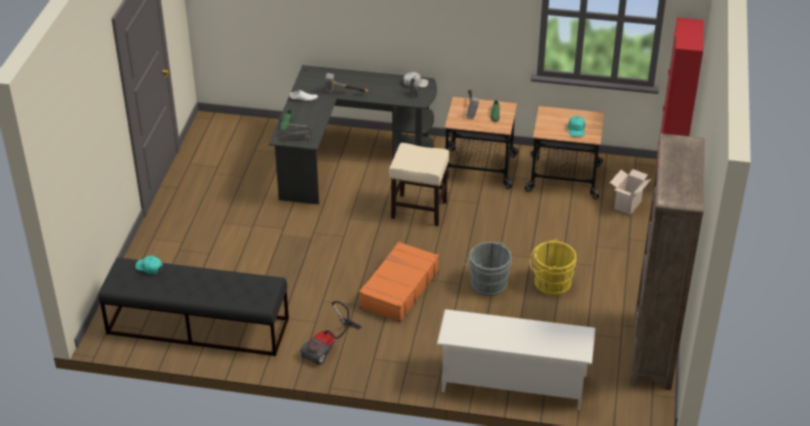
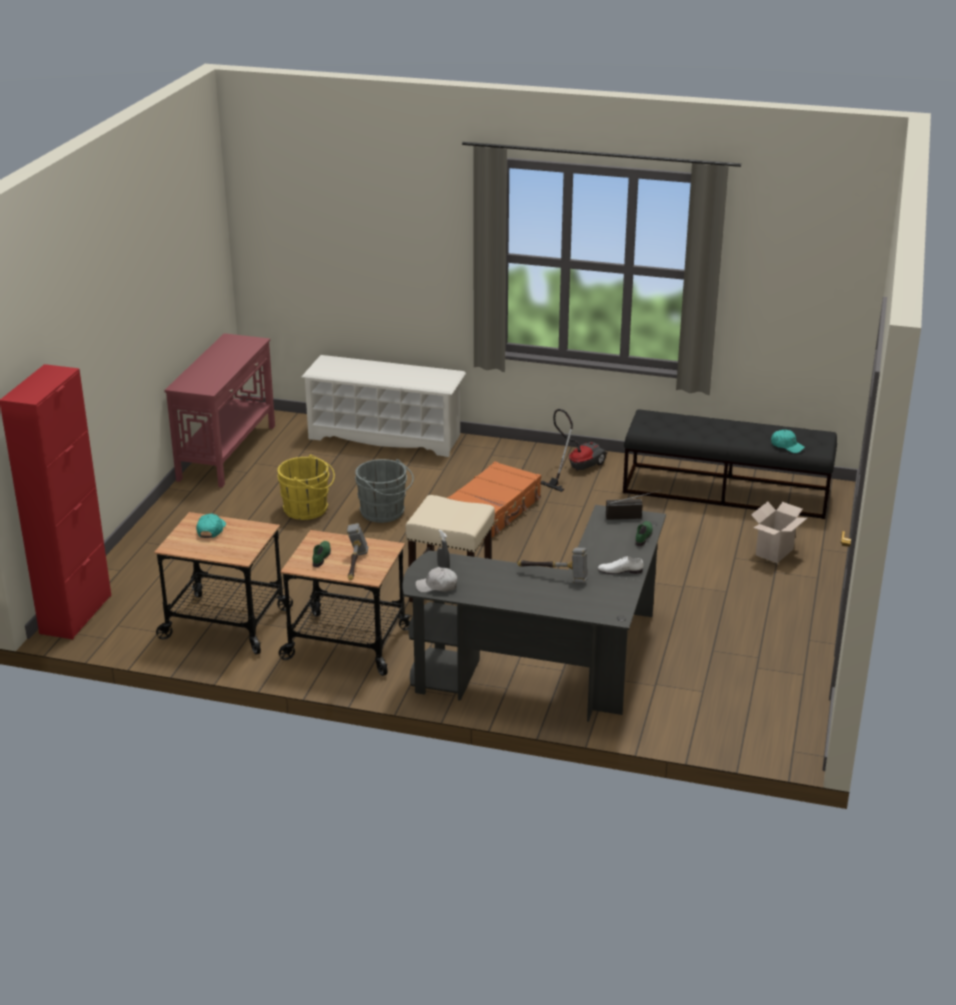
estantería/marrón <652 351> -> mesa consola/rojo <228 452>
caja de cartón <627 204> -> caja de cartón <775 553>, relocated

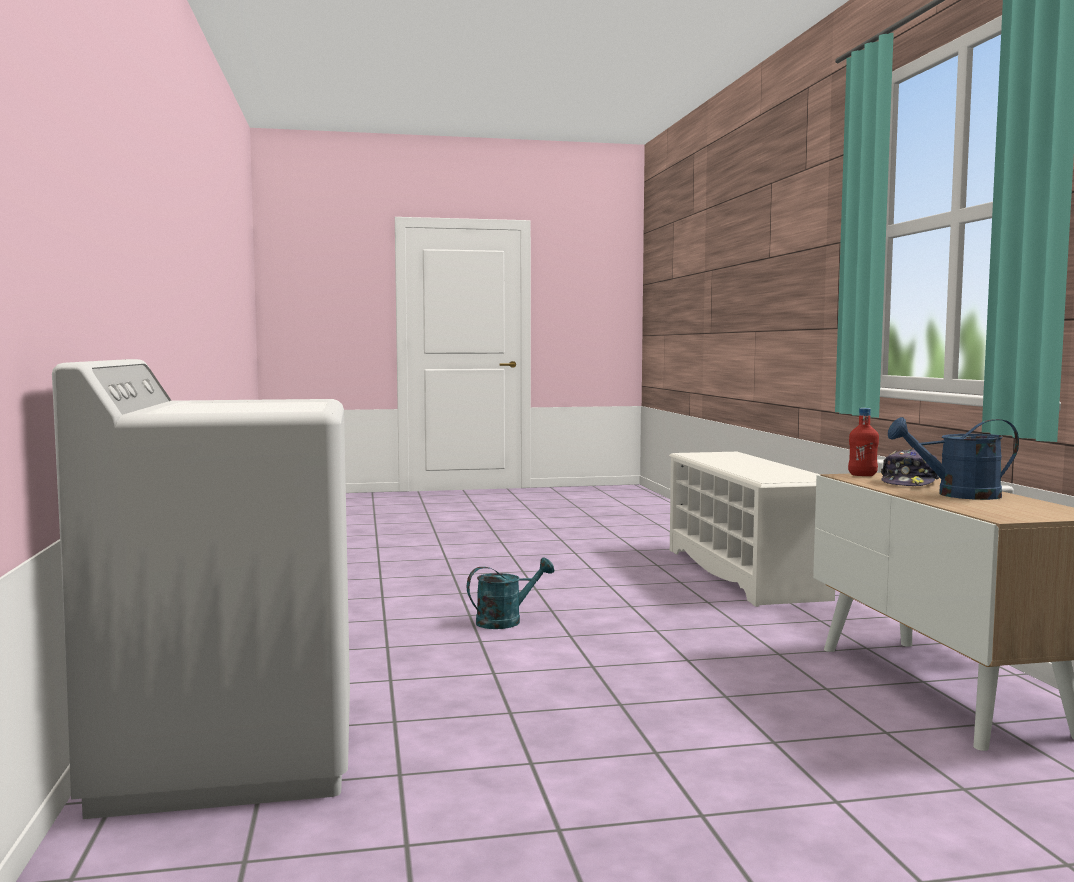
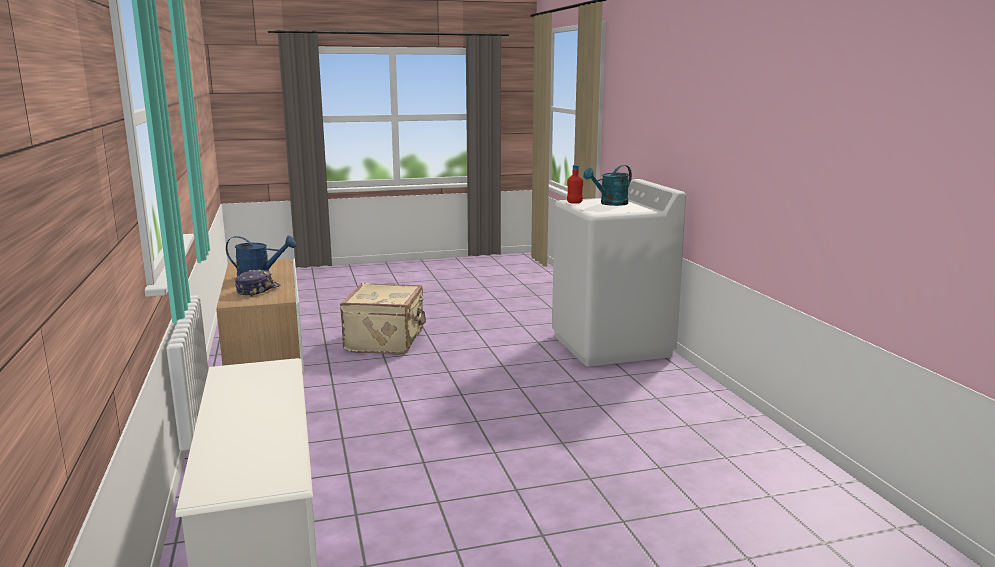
botella/rojo <862 475> -> botella/rojo <574 203>, relocated
regadera/turquesa <506 621> -> regadera/turquesa <610 204>, relocated
none -> maleta/beis <386 341>

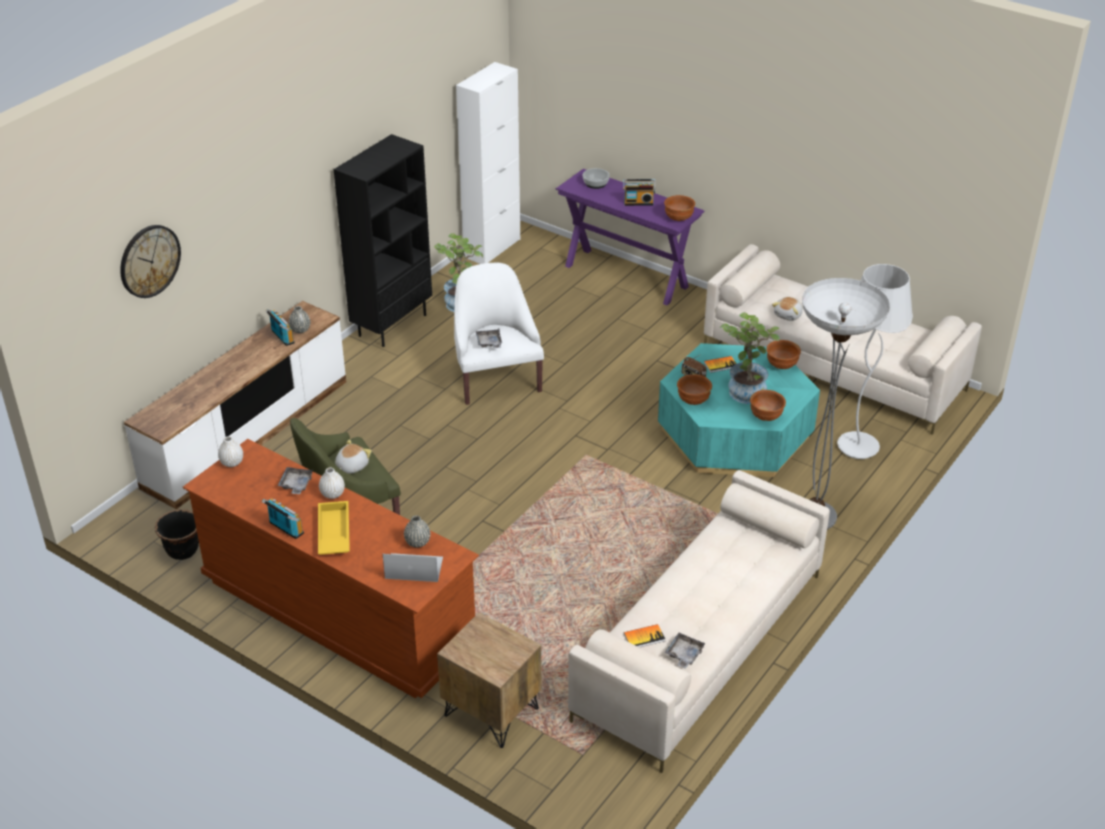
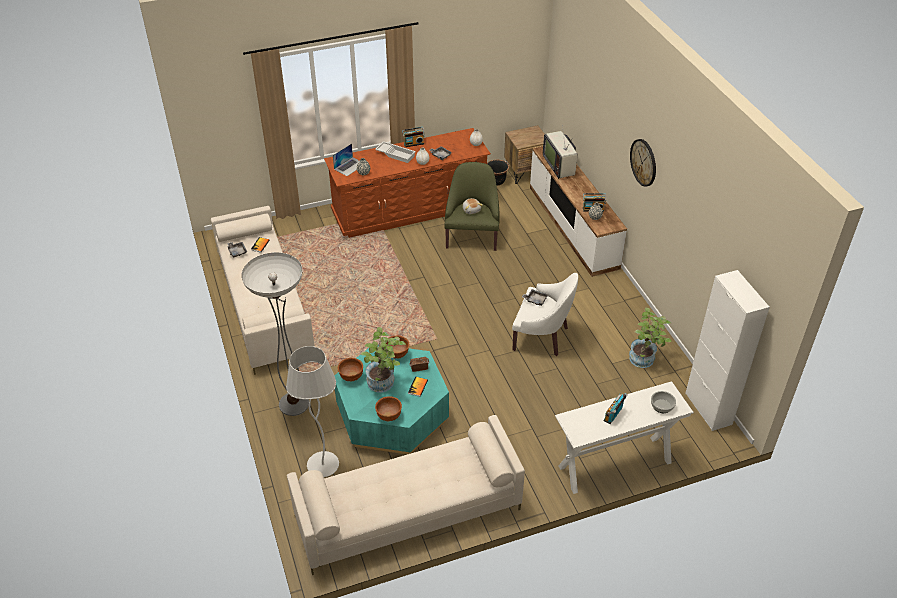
estantería/negro <392 325> -> none
mesa consola/morado <626 276> -> mesa consola/blanco <614 464>
cuenco/marrón <678 218> -> none
reloj de pared <149 261> -> reloj de pared <643 162>, relocated
peluche <788 315> -> none
bandeja/amarillo <333 533> -> bandeja/blanco <396 154>
mesita de noche/marrón <490 712> -> mesita de noche/marrón <525 172>, relocated
none -> televisor <560 166>

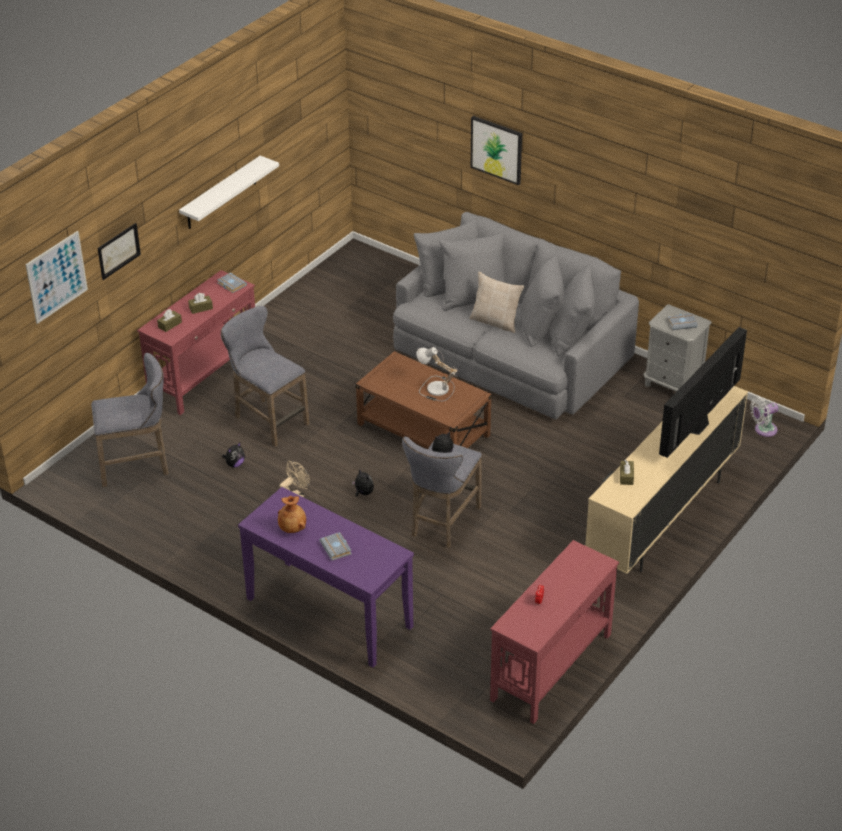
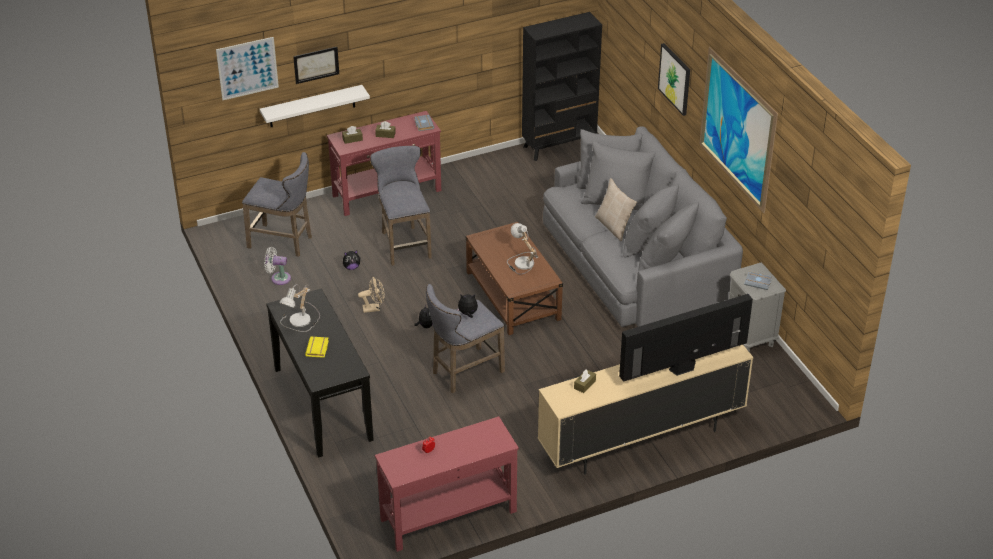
estante/blanco <221 193> -> estante/blanco <312 106>, relocated
ventilador/blanco <763 430> -> ventilador/blanco <278 278>, relocated
mesa consola/morado <328 613> -> mesa consola/negro <322 404>
florero/marrón <293 528> -> lámpara de mesa <301 321>
libro/gris <337 548> -> libro/amarillo <318 349>
none -> estantería/negro <559 146>
none -> cuadro <737 129>

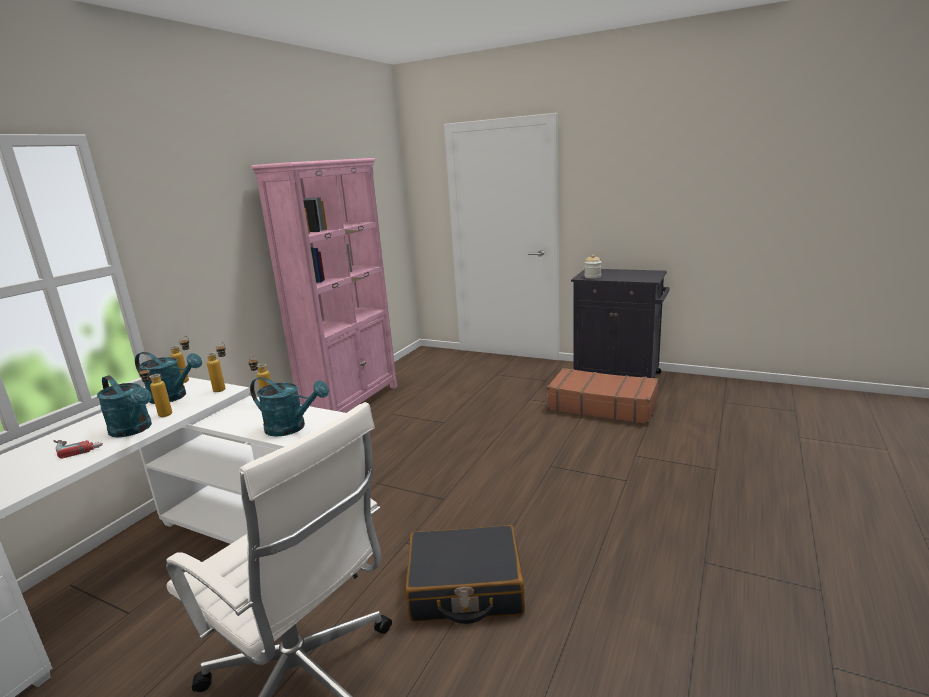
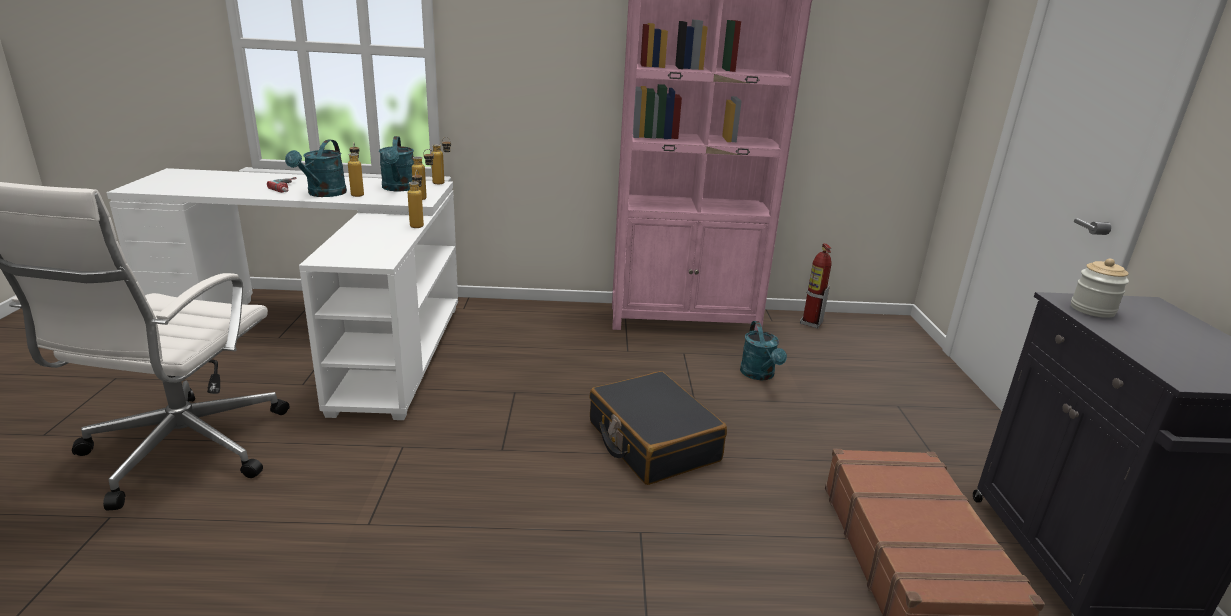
regadera/turquesa <292 428> -> regadera/turquesa <759 375>, relocated
maleta/negro <465 587> -> maleta/negro <652 441>, relocated
none -> extintor <810 323>

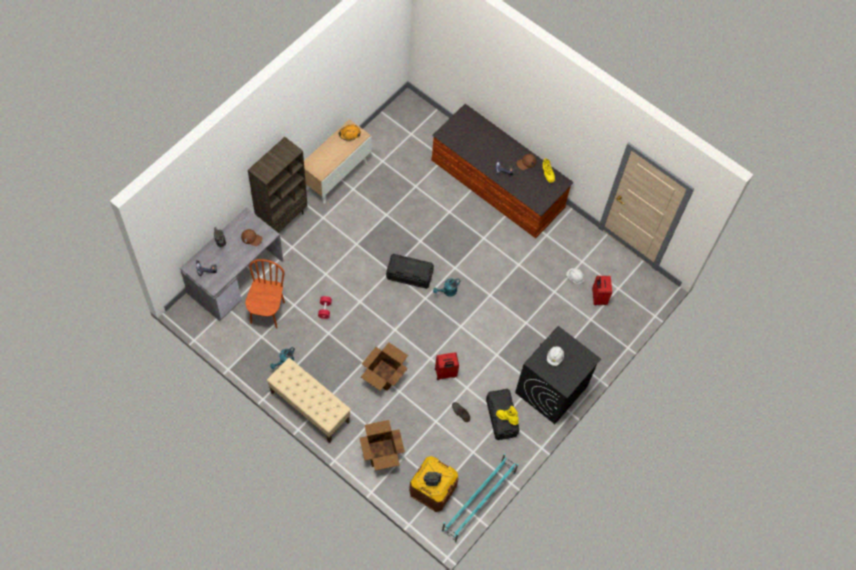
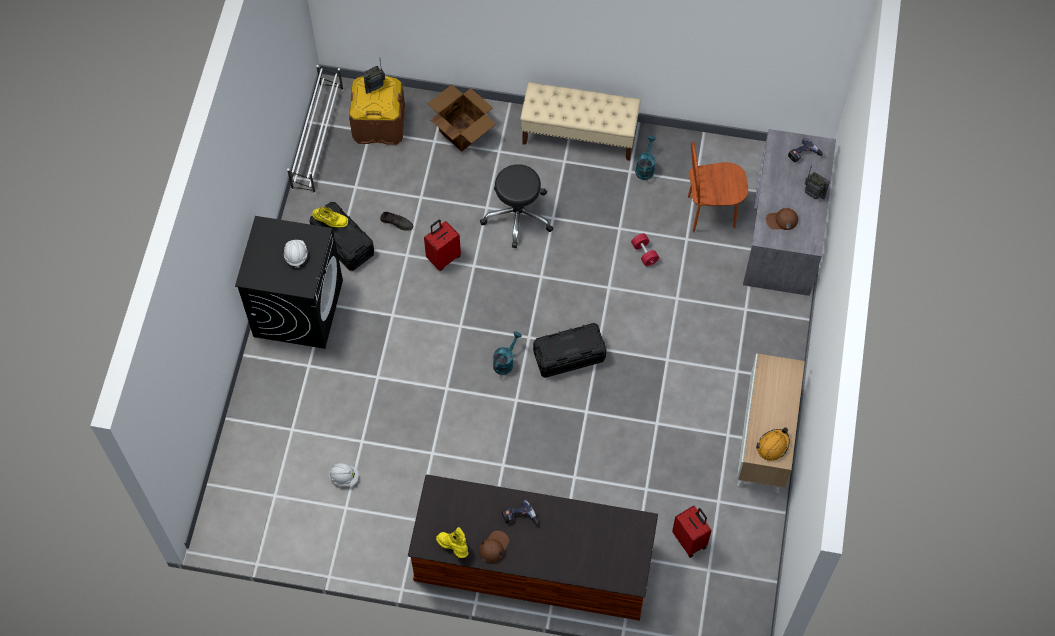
estantería/marrón <282 220> -> none
silla/marrón <267 312> -> silla/marrón <711 212>, 105 degrees clockwise
maleta/rojo <598 297> -> maleta/rojo <690 540>, relocated
caja de cartón <383 375> -> taburete/negro <517 215>
zapatero/turquesa <478 501> -> zapatero/blanco <318 138>

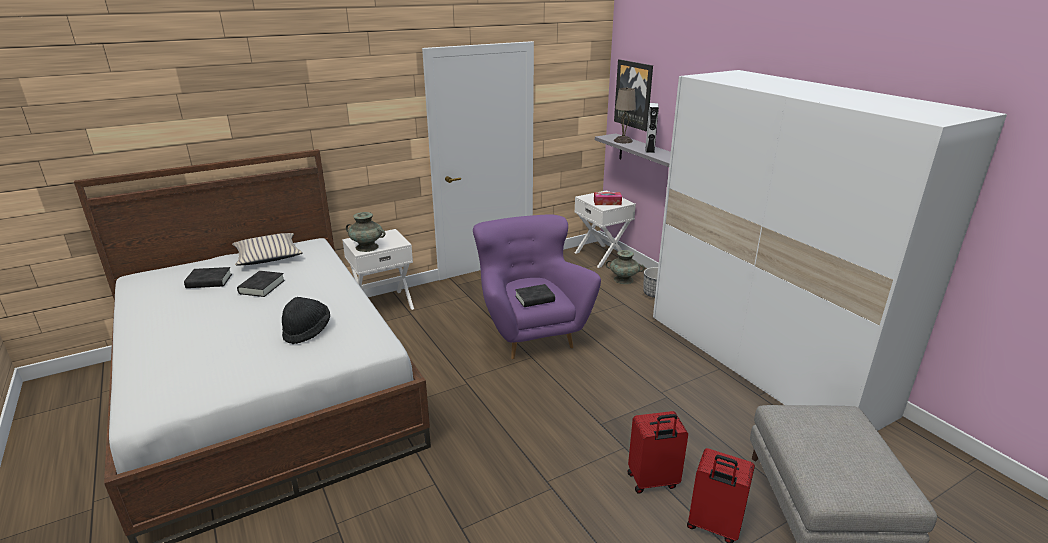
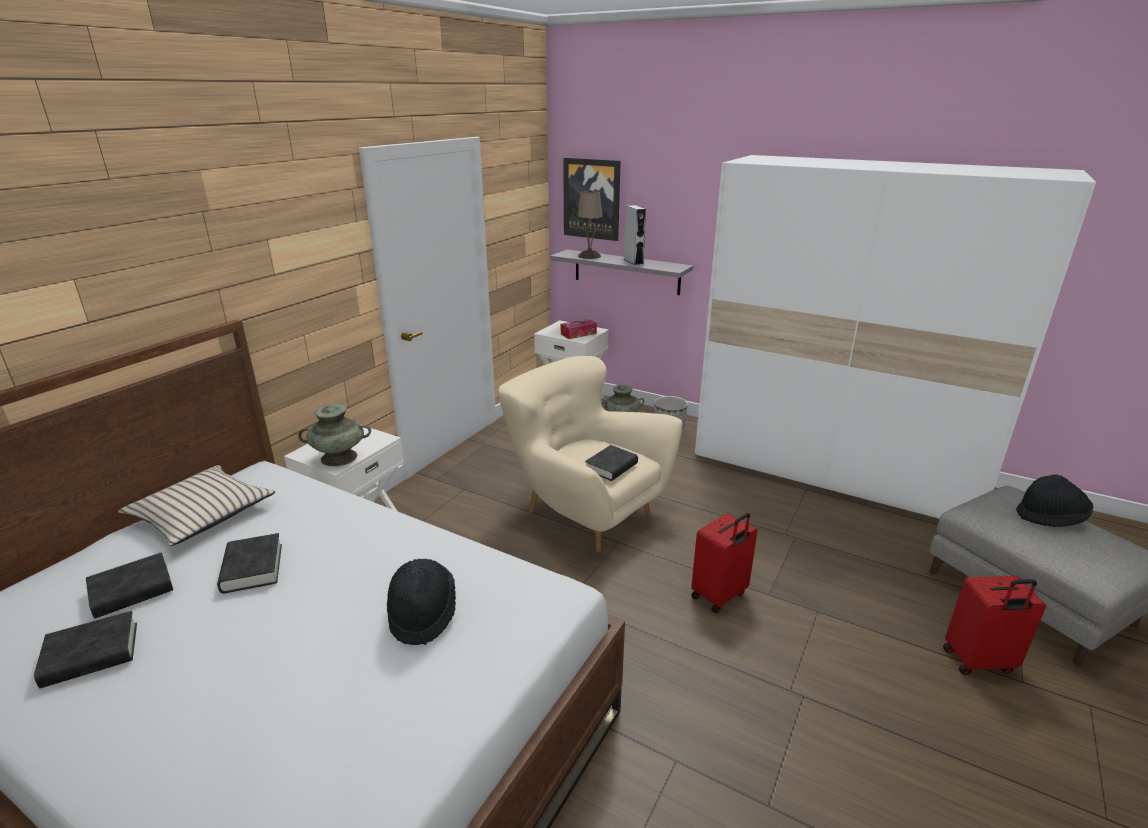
sillón/morado <530 332> -> sillón/beis <585 512>
maleta/rojo <652 481> -> maleta/rojo <720 596>, relocated
none -> sombrero/negro <1050 518>
none -> libro/negro <91 655>

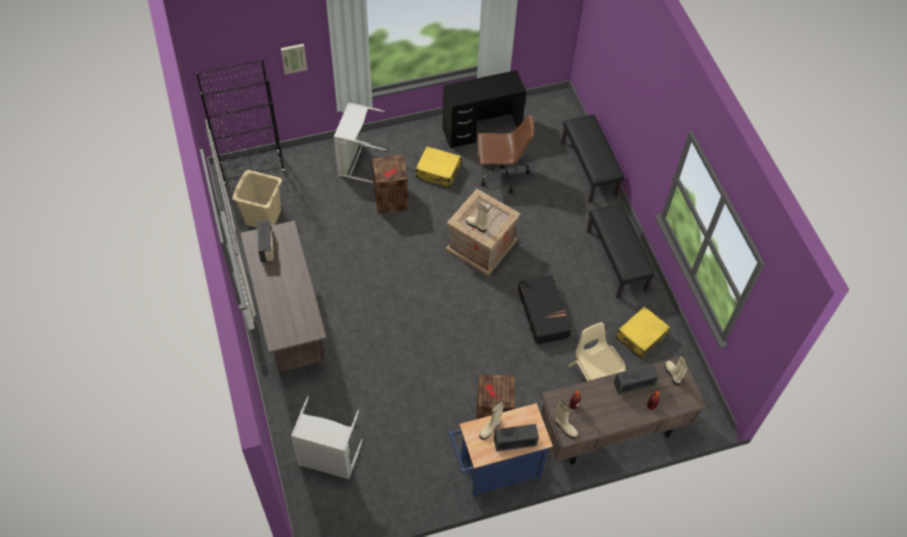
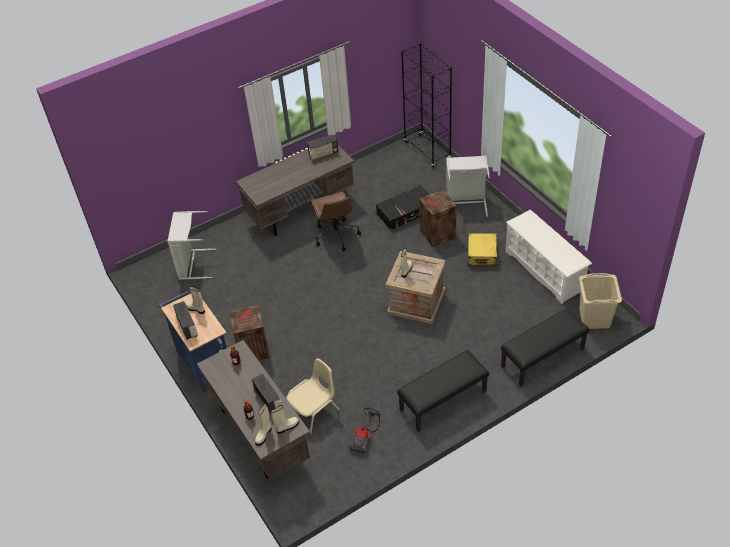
cuadro <293 58> -> none
escritorio/negro <481 130> -> zapatero/blanco <544 271>
silla de oficina/marrón <501 174> -> silla de oficina/marrón <336 235>, relocated
cesto de la ropa/beis <263 217> -> cesto de la ropa/beis <595 318>, relocated
maleta/negro <543 313> -> maleta/negro <406 212>, relocated
maleta/amarillo <641 336> -> aspiradora <365 437>
bota/beis <565 428> -> bota/beis <264 434>, relocated

